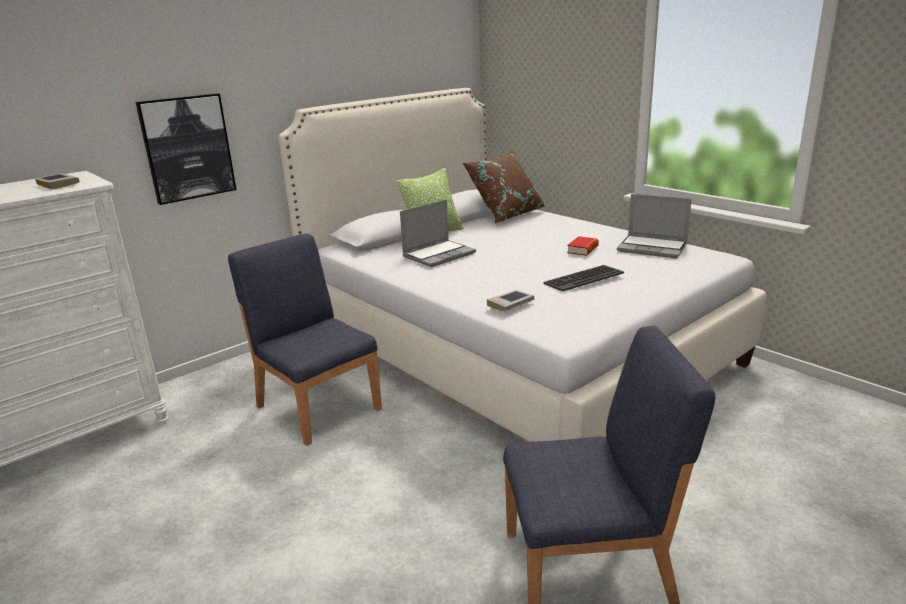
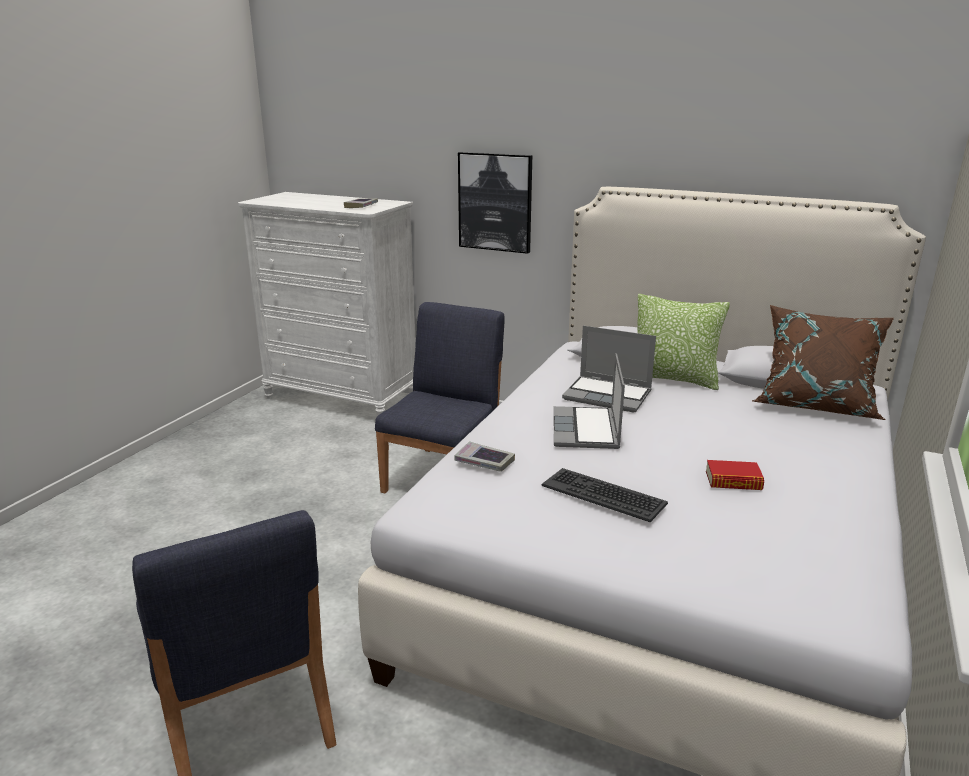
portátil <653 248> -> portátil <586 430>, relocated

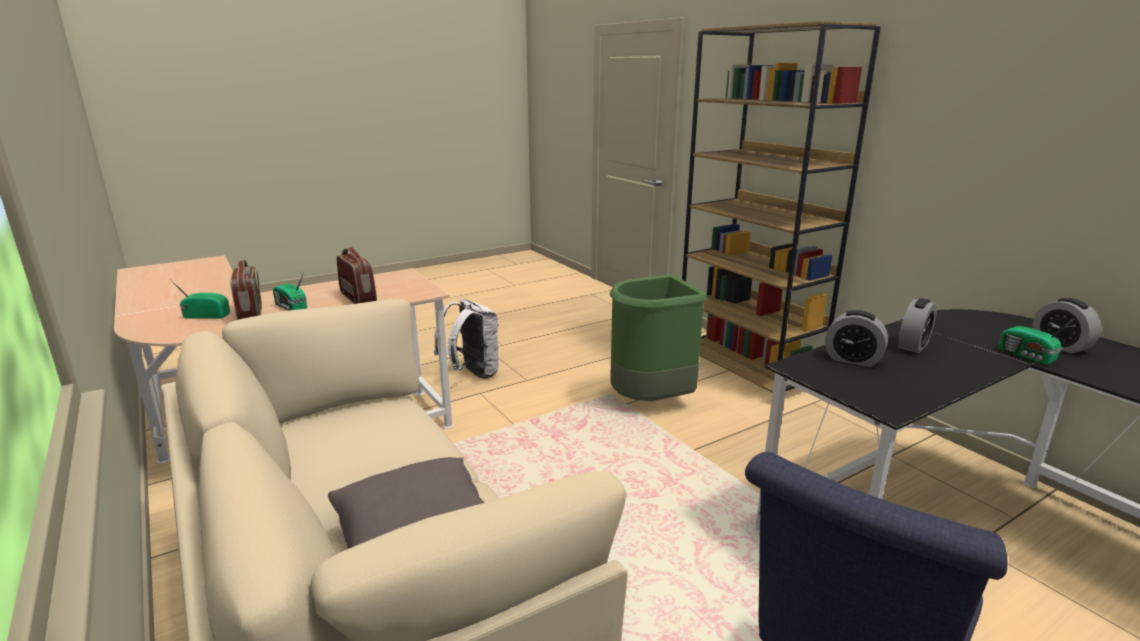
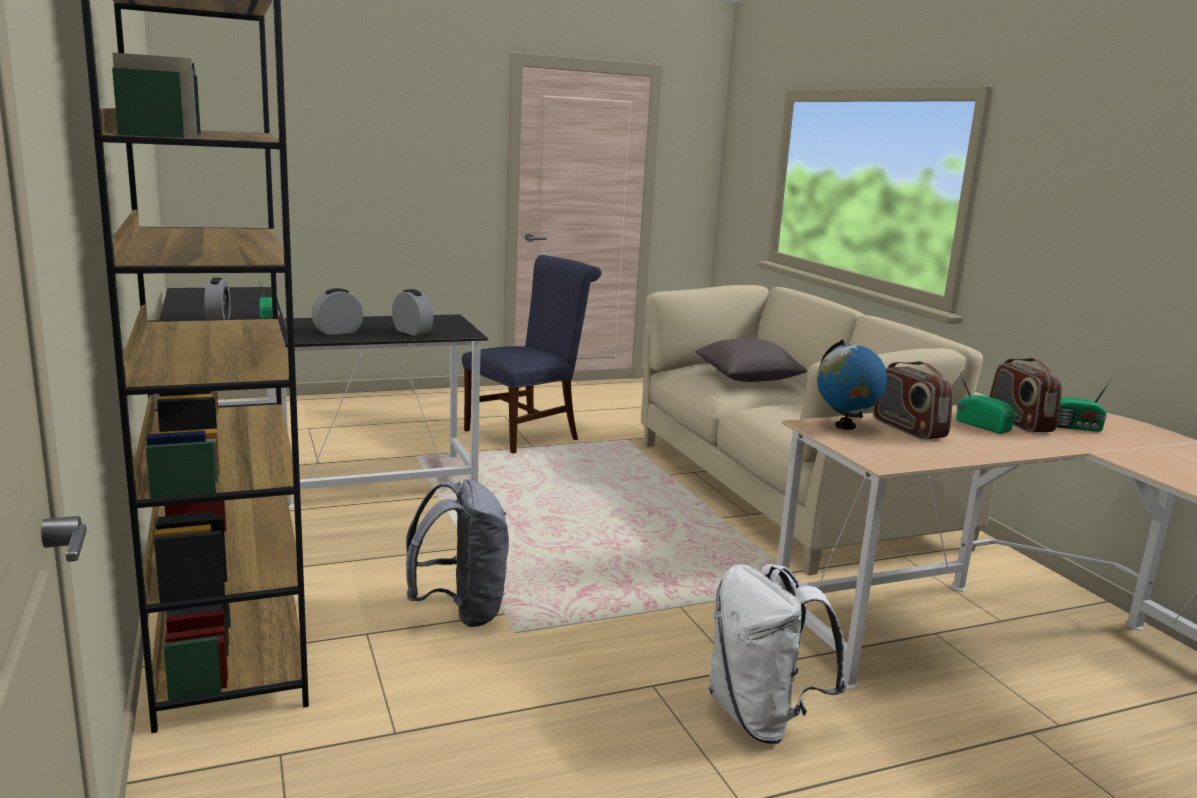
papelera/verde <651 401> -> mochila/gris <460 611>
none -> globo terráqueo <844 426>

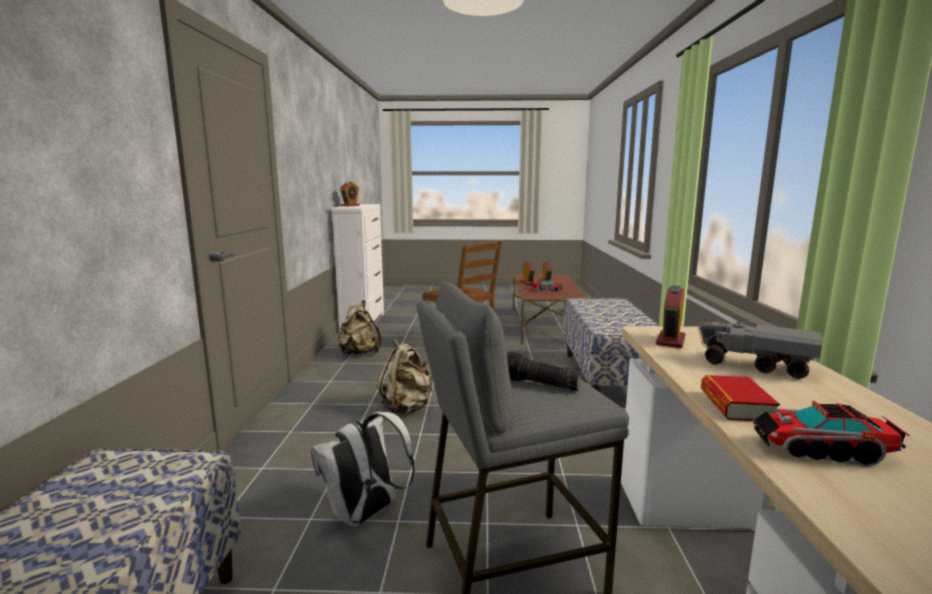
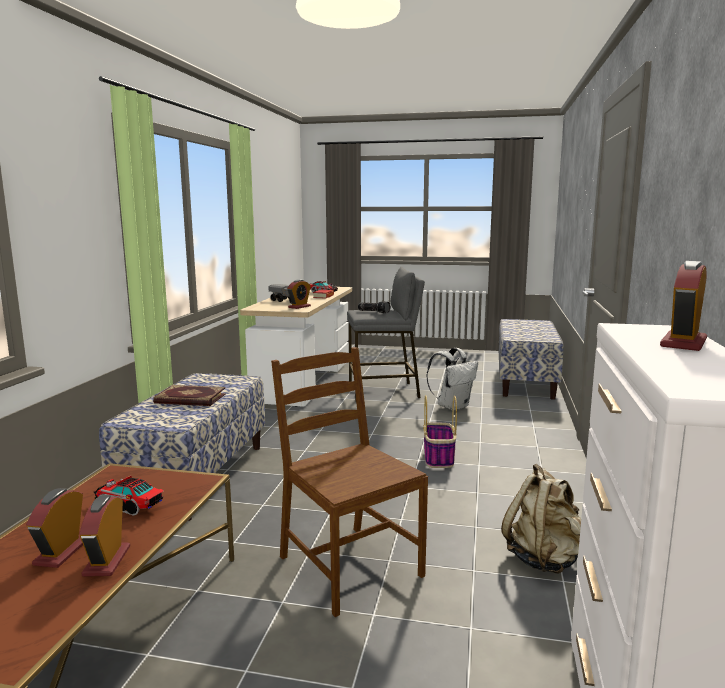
mochila/beis <407 408> -> cesta <439 458>
none -> libro <190 399>

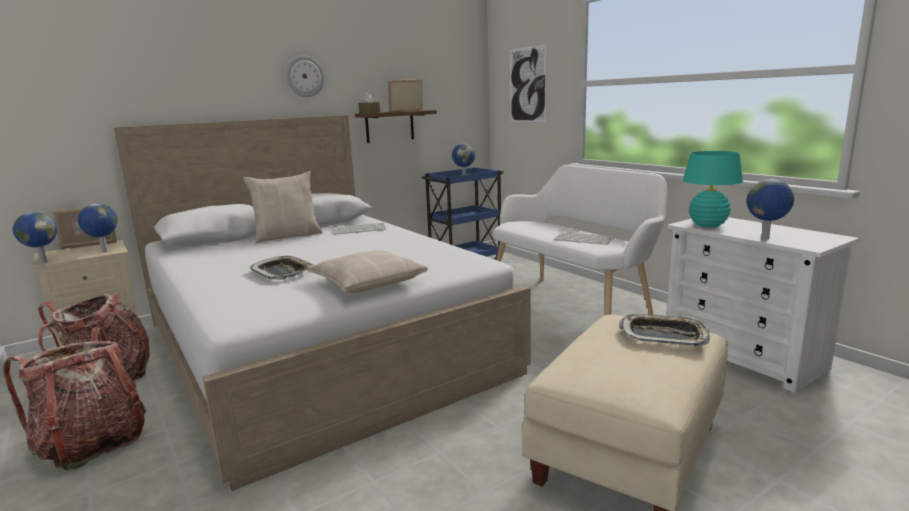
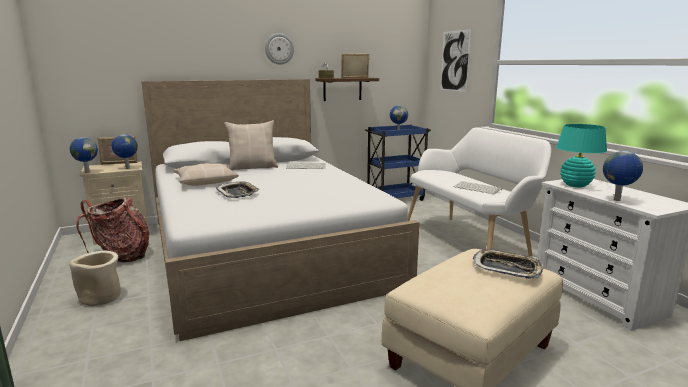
cojín/beis <367 282> -> cojín/beis <205 181>, relocated
mochila <92 443> -> maceta/beis <100 298>

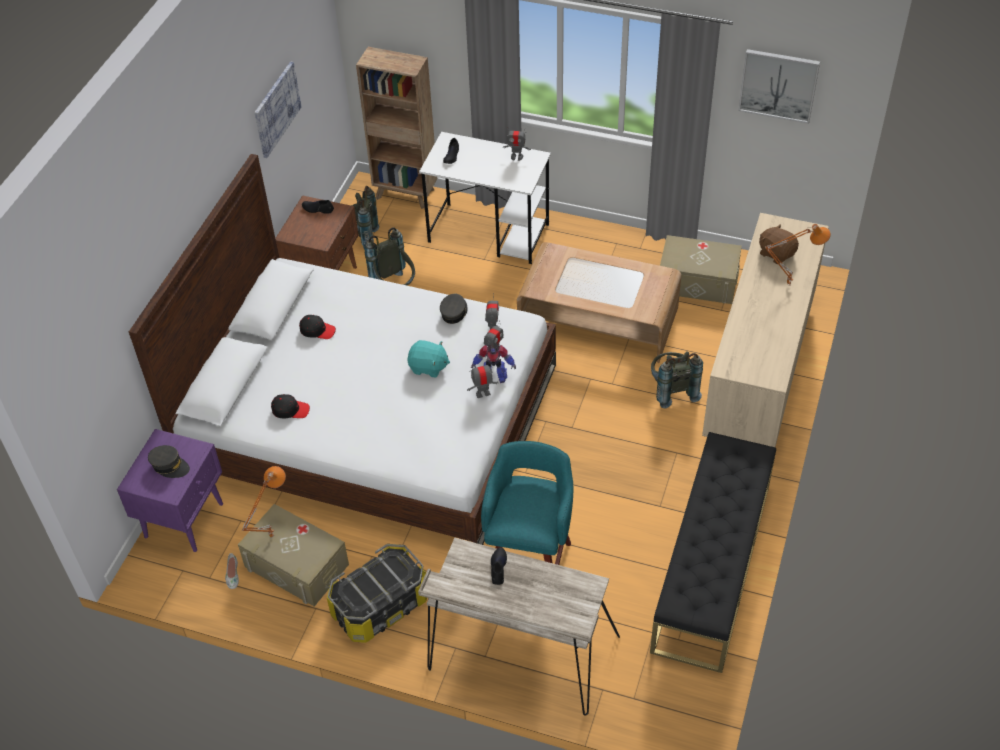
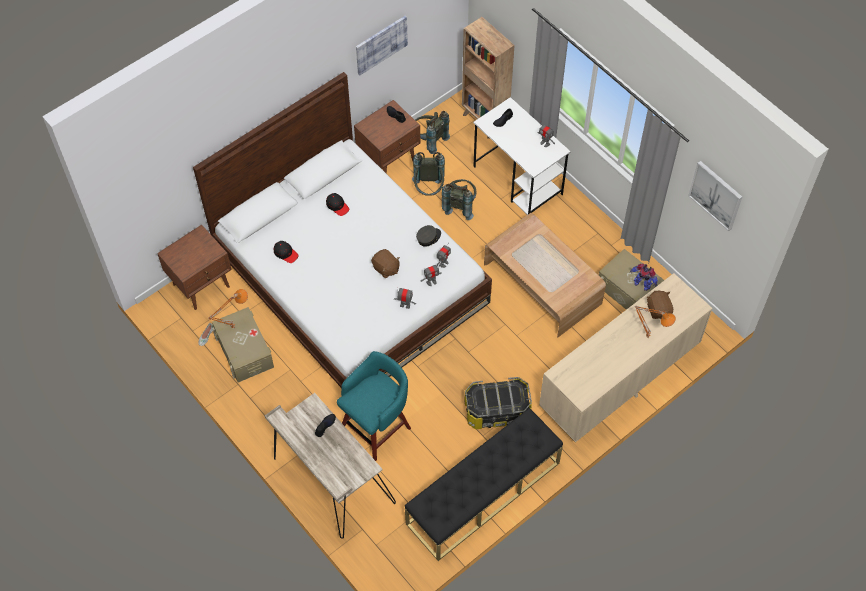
peluche/turquesa <428 367> -> peluche/marrón <386 268>
robot de juguete <494 377> -> robot de juguete <642 284>, relocated
mochila/gris <672 390> -> mochila/gris <460 205>, relocated
mesita de noche/morado <185 519> -> mesita de noche/marrón <202 285>
gorra/gris <170 466> -> none
caja de almacenaje <380 606> -> caja de almacenaje <497 411>, relocated

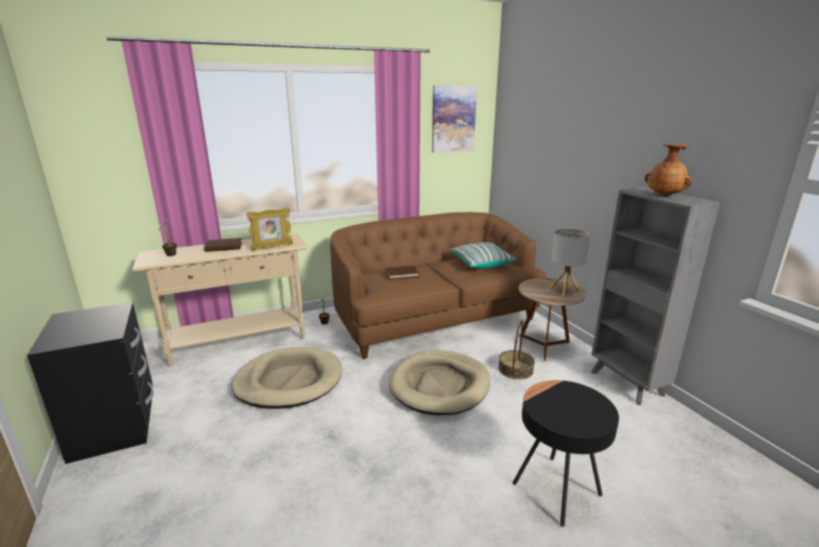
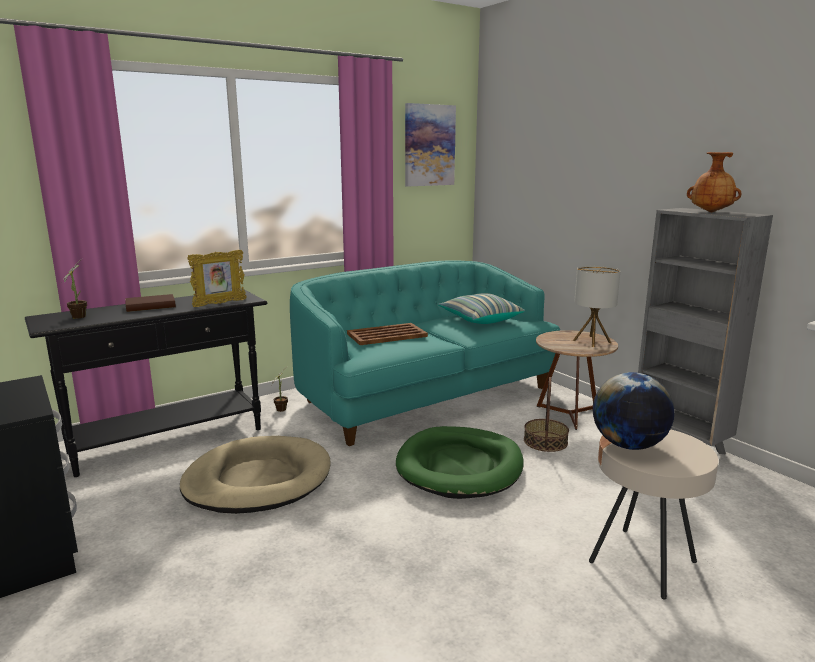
sofá/marrón <434 319> -> sofá/turquesa <424 395>
mesa consola/beis <239 342> -> mesa consola/negro <168 440>
libro/marrón <402 274> -> bandeja/marrón <387 335>
cama para perro/beis <440 385> -> cama para perro/verde <460 466>
mesa auxiliar/negro <556 489> -> mesa auxiliar/beis <642 562>
none -> globo terráqueo <628 445>

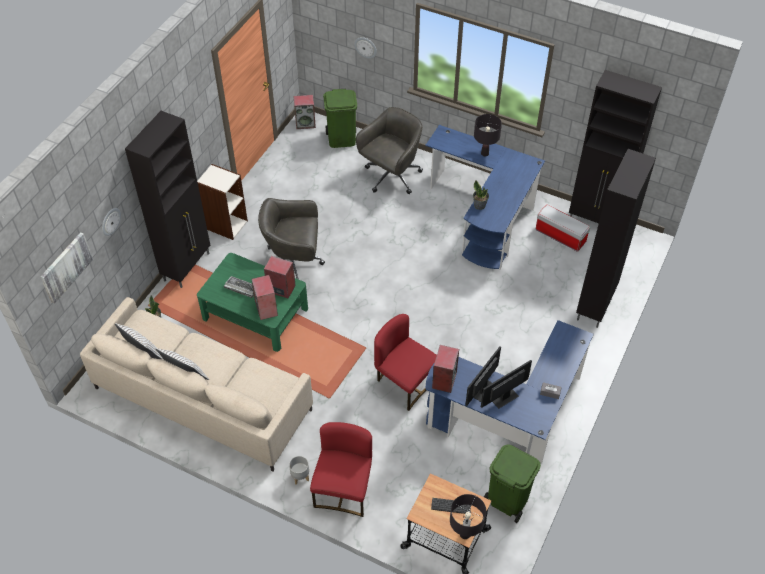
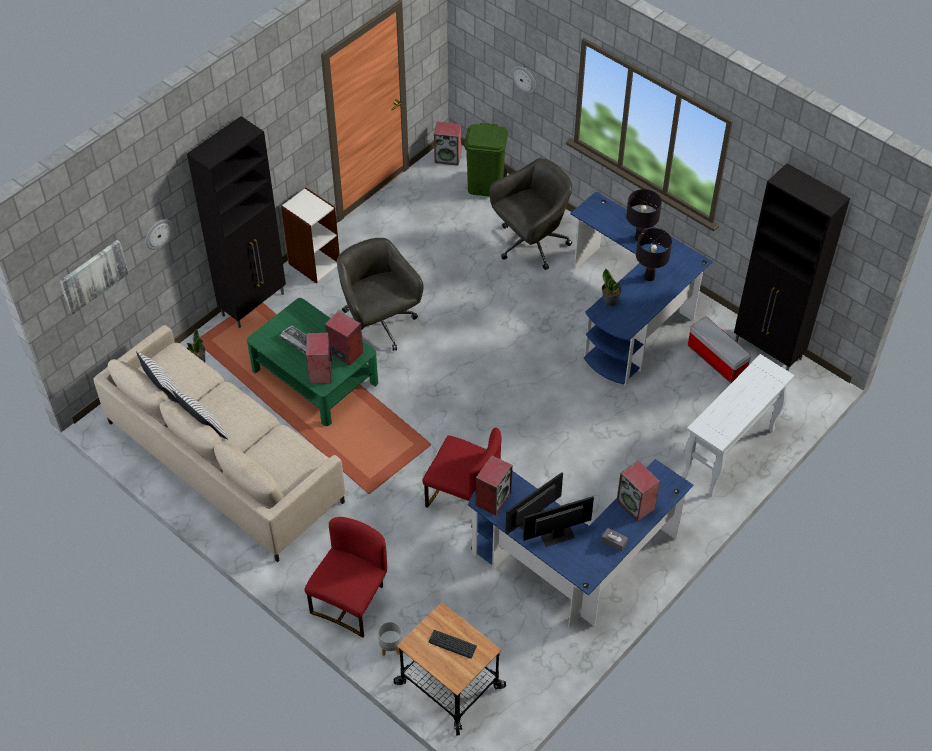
armario/negro <595 305> -> mesa consola/blanco <728 454>
silla de oficina/gris <294 263> -> silla de oficina/gris <379 326>, 45 degrees clockwise
silla/rojo <405 382> -> silla/rojo <463 495>, 150 degrees clockwise
papelera/verde <507 499> -> none
maceta/gris <300 477> -> maceta/gris <390 647>, relocated
lámpara de mesa/negro <465 534> -> lámpara de mesa/negro <649 277>, relocated
none -> altavoz <636 505>

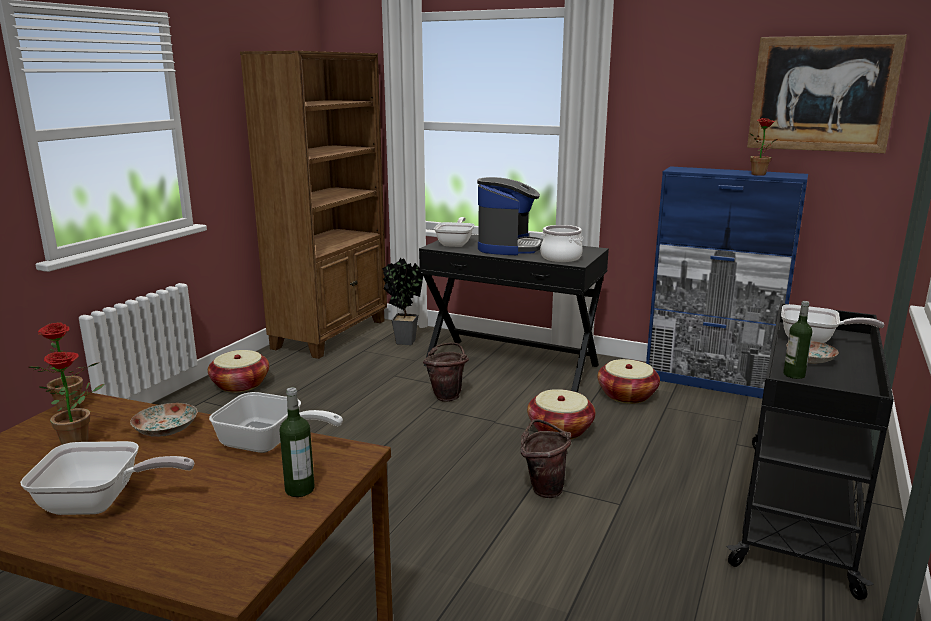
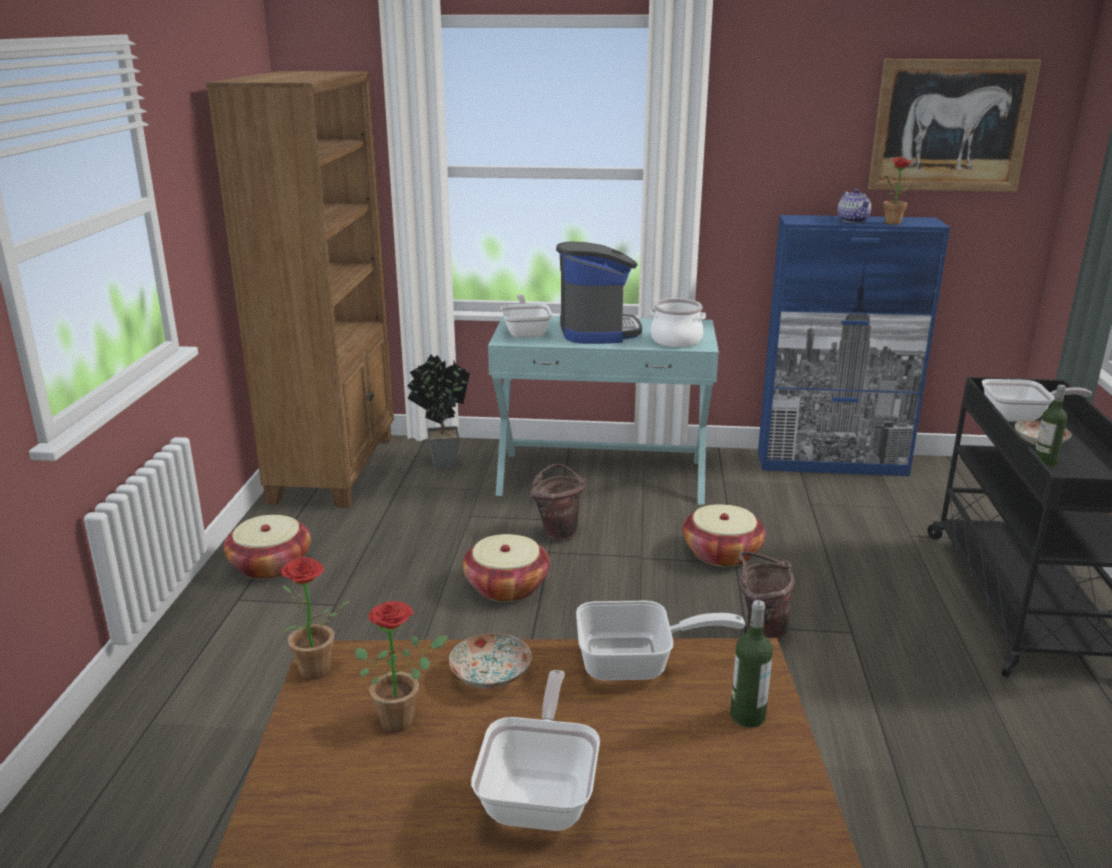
mesa consola/negro <511 365> -> mesa consola/turquesa <602 477>
cesta <627 395> -> cesta <507 587>, relocated
sartén <101 503> -> sartén <541 794>, 60 degrees counterclockwise
none -> tetera <853 220>

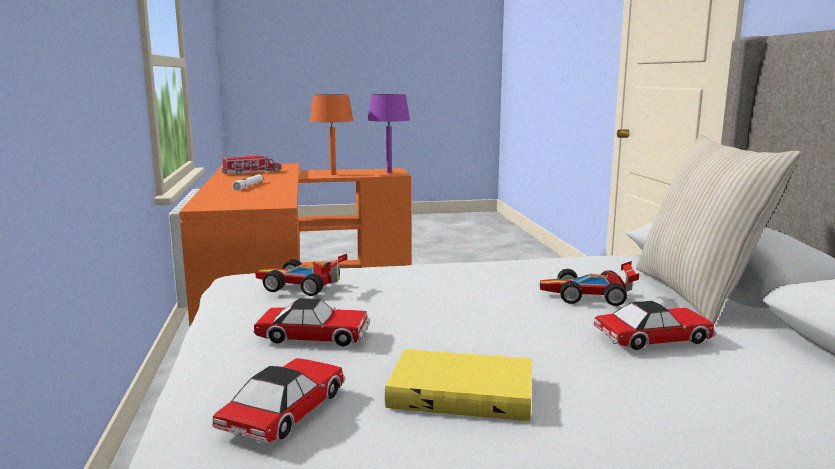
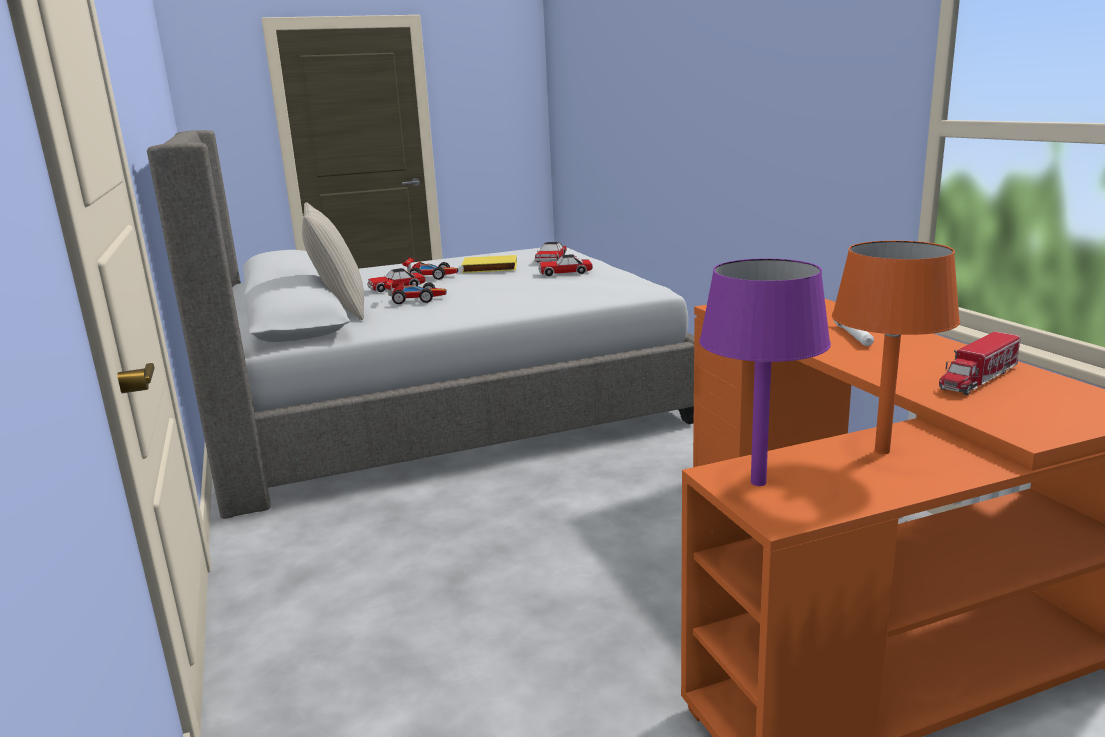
coche de juguete <300 286> -> coche de juguete <431 276>, relocated

